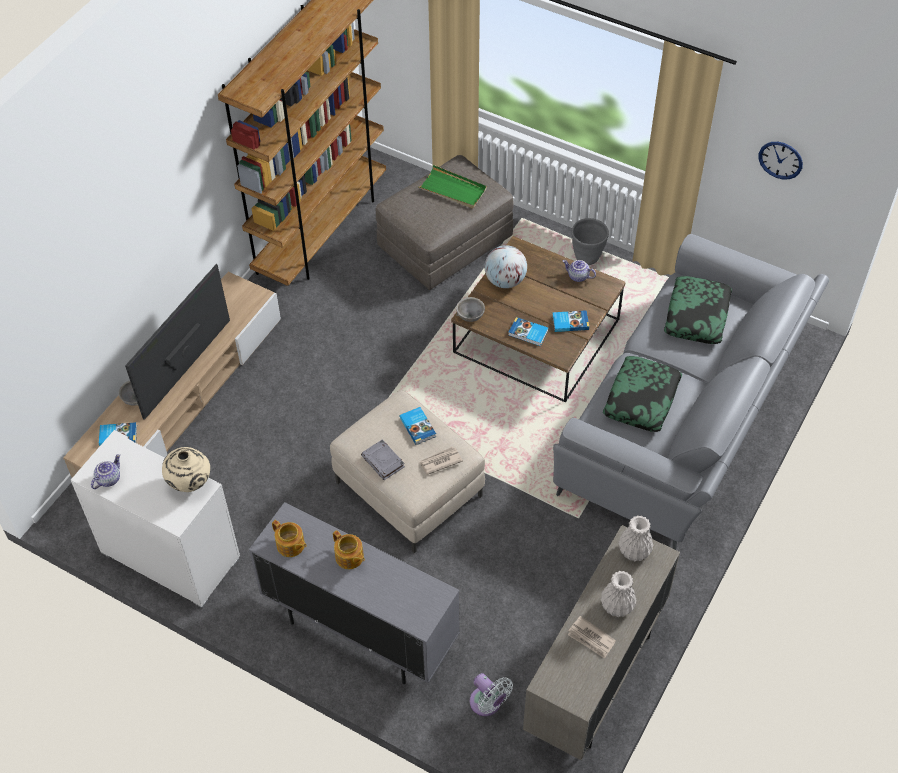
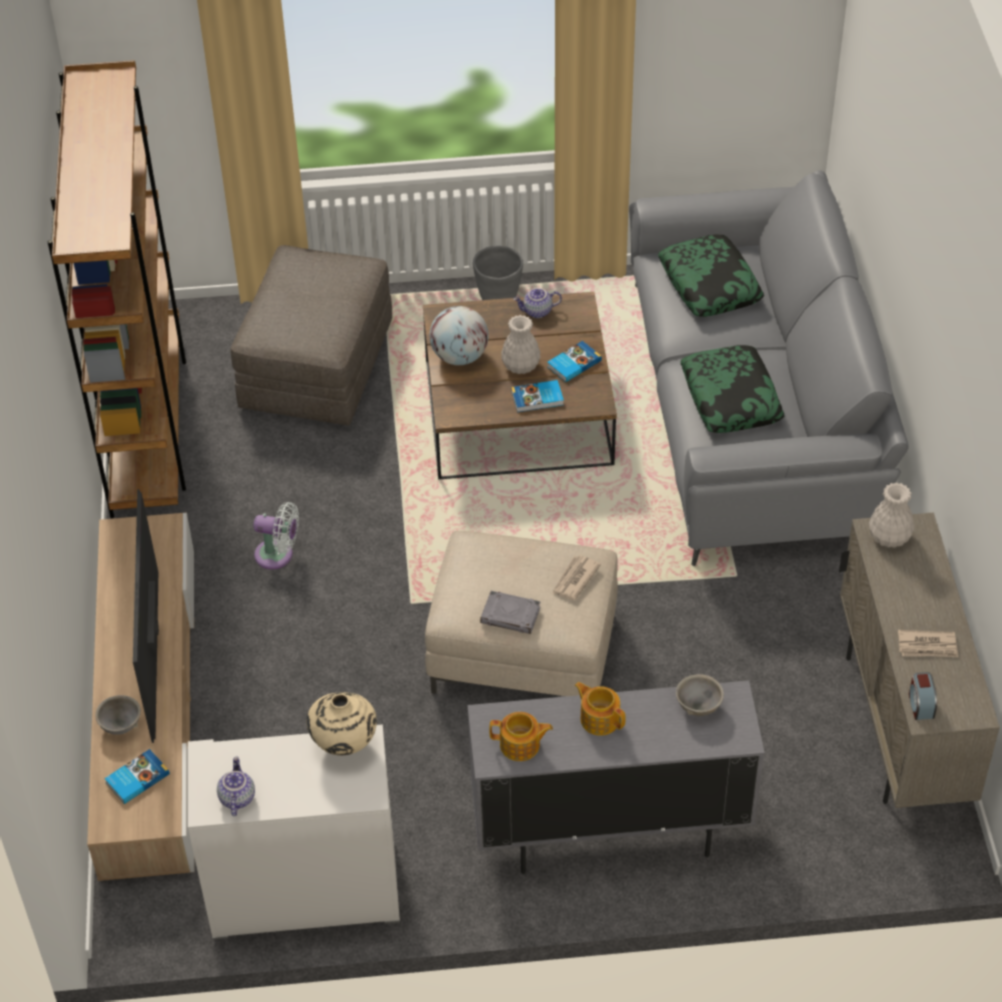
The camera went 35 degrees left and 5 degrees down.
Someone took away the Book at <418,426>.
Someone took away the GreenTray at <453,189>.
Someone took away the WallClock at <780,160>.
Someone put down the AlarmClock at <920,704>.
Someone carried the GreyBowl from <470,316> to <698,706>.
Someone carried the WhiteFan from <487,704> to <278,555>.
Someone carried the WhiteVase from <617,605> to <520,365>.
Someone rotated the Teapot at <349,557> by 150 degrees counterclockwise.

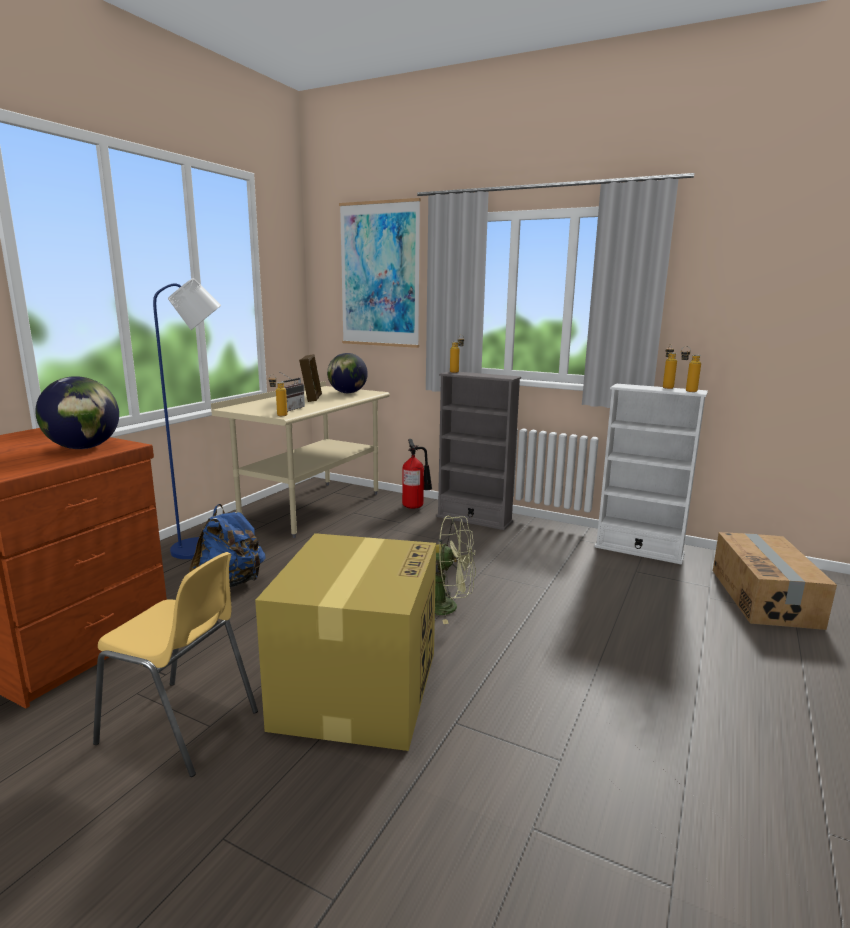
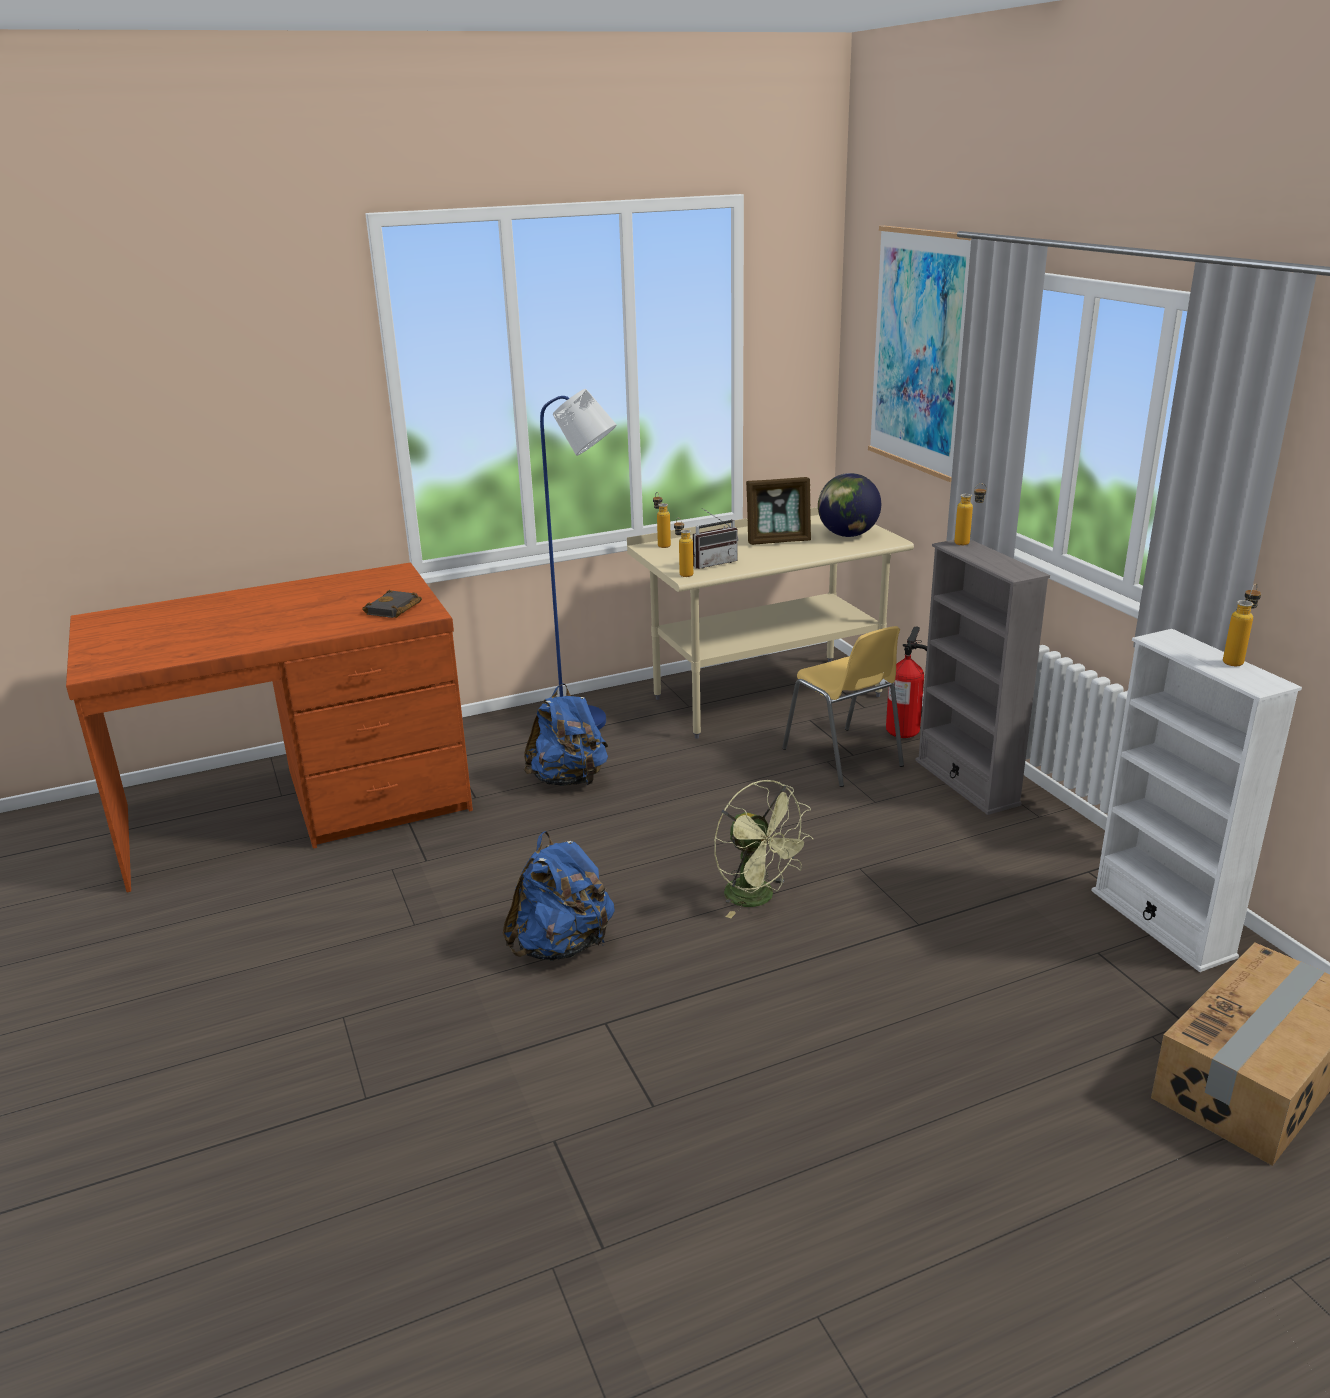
The camera went 40 degrees right and 10 degrees up.
Someone carried the YellowChair from <181,727> to <843,758>.
Someone carried the Bottle from <686,391> to <661,544>.
Someone swapped the Globe at <84,448> for the BlackBook at <394,609>.
Someone swapped the CardboardBox at <357,687> for the BlueBackpack at <561,946>.
Someone rotated the PictureFrame at <312,398> by 45 degrees clockwise.

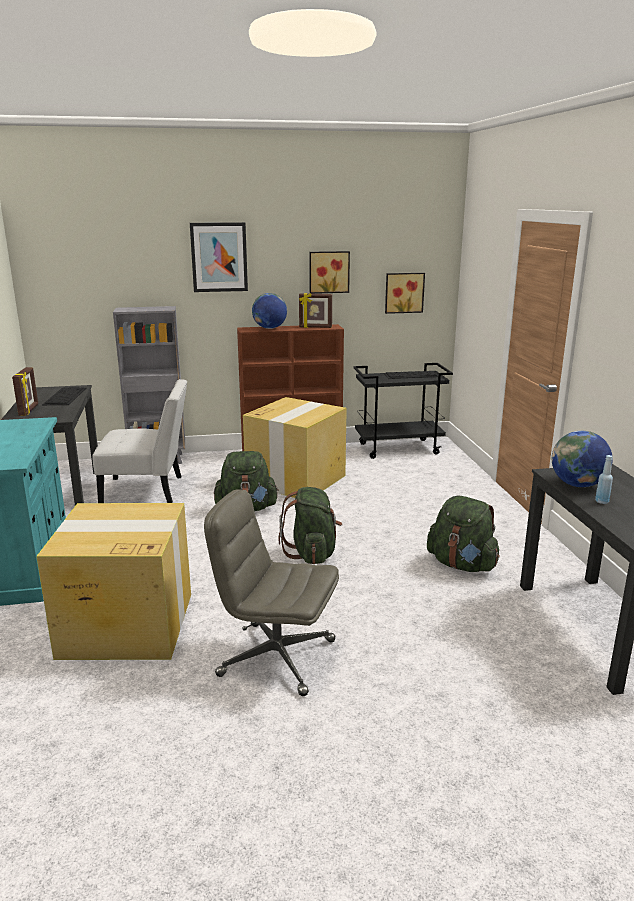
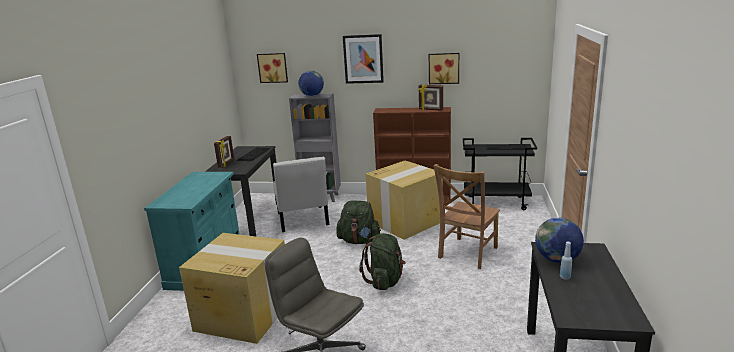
The camera went 20 degrees right and 0 degrees up.
Someone took away the GreenBackpack at <462,564>.
Someone put down the BrownChair at <467,254>.
Someone carried the Globe from <269,328> to <312,95>.
Someone carried the Picture from <404,292> to <273,67>.
Someone rotated the WhiteChair at <148,491> by 60 degrees clockwise.

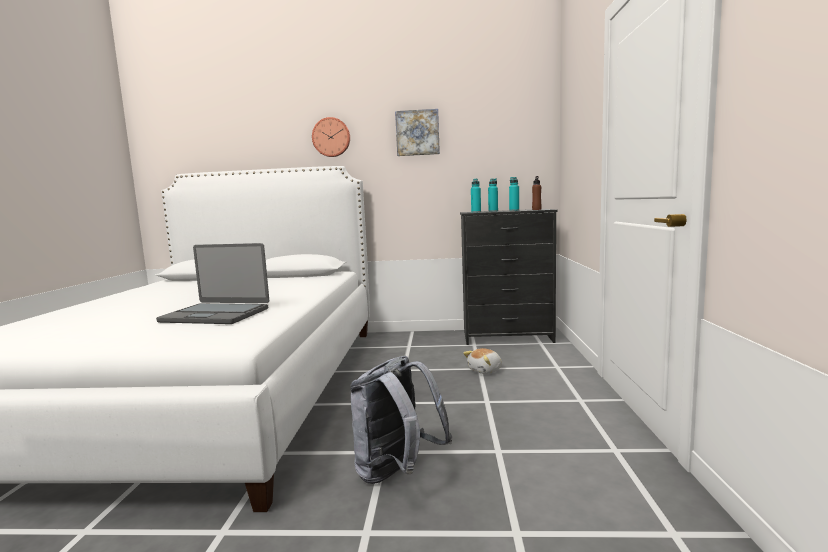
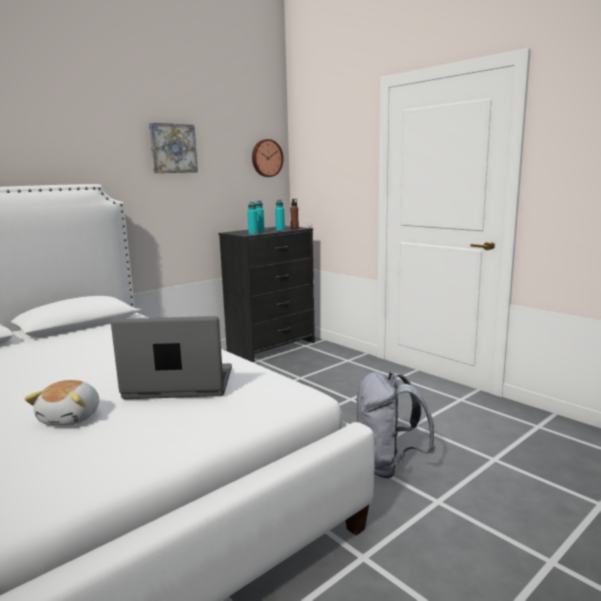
The camera went 45 degrees left and 5 degrees up.
Someone carried the WallClock from <331,137> to <266,158>.
Someone carried the PlushToy from <485,370> to <72,418>.
Someone rotated the Laptop at <216,315> by 150 degrees counterclockwise.

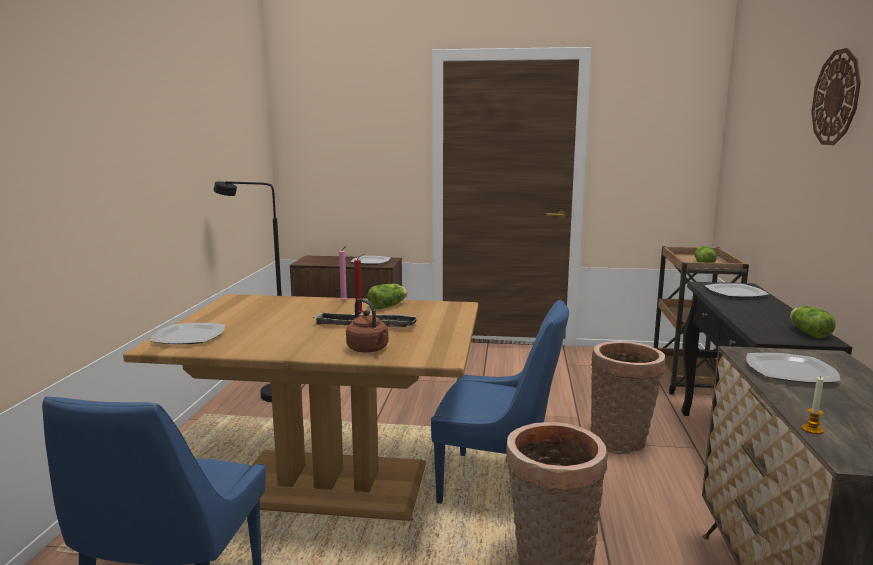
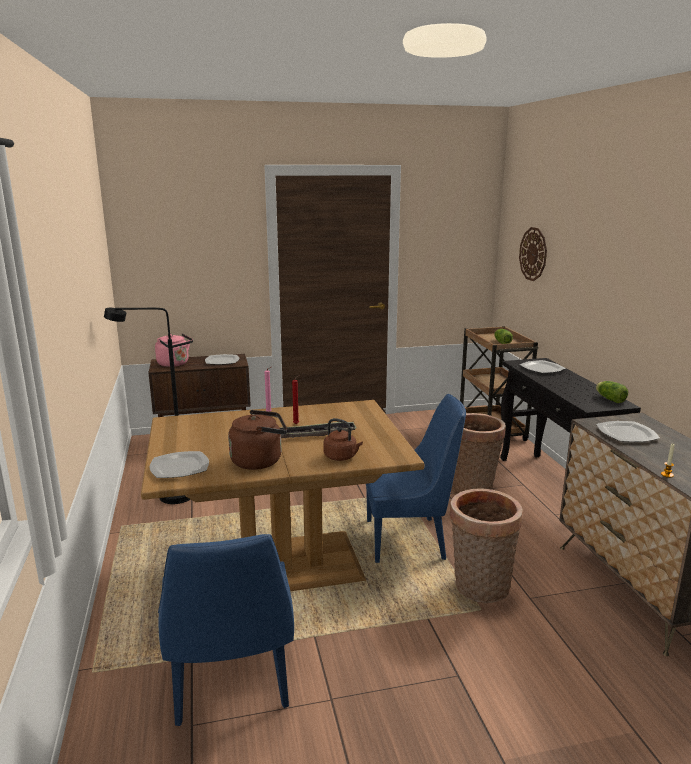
The camera went 20 degrees left and 5 degrees up.
Someone took away the Lettuce at <389,306>.
Someone put down the PinkKettle at <175,364>.
Someone put down the BrownKettle at <260,461>.
Someone carried the WallClock from <836,97> to <533,254>.

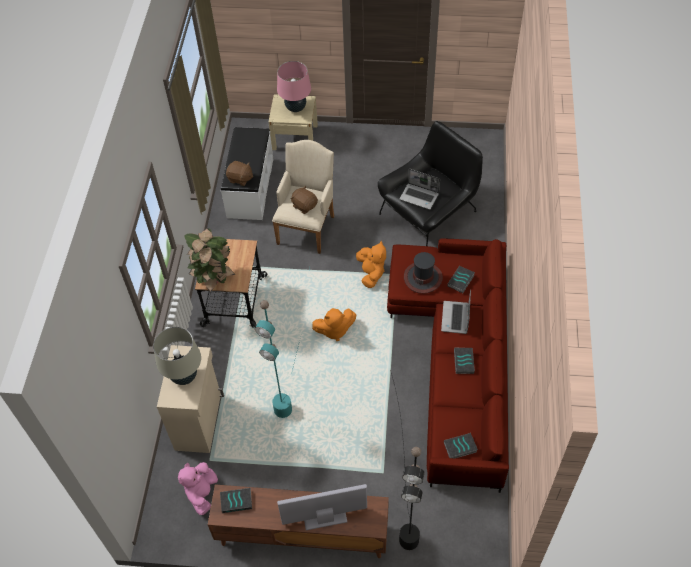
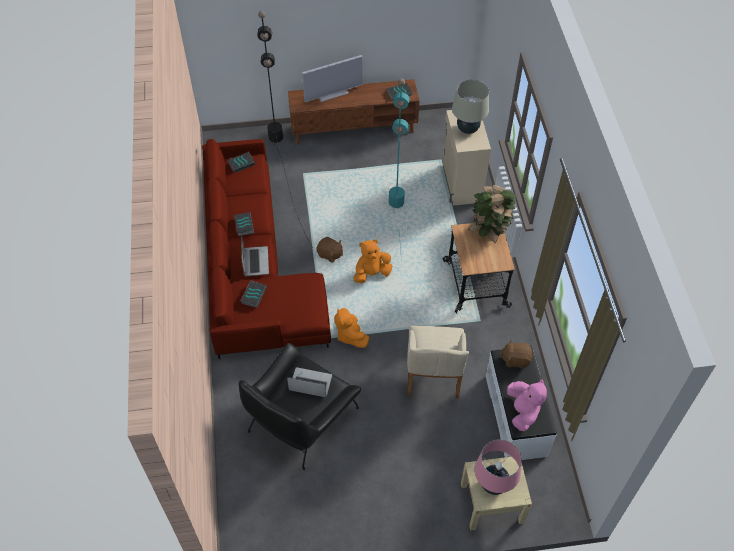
The camera went 165 degrees right and 0 degrees up.
Someone took away the Hat at <423,277>.
Someone carried the PinkPlushToy from <202,493> to <523,411>.
Someone carried the BrownPlushToy from <304,205> to <330,254>.

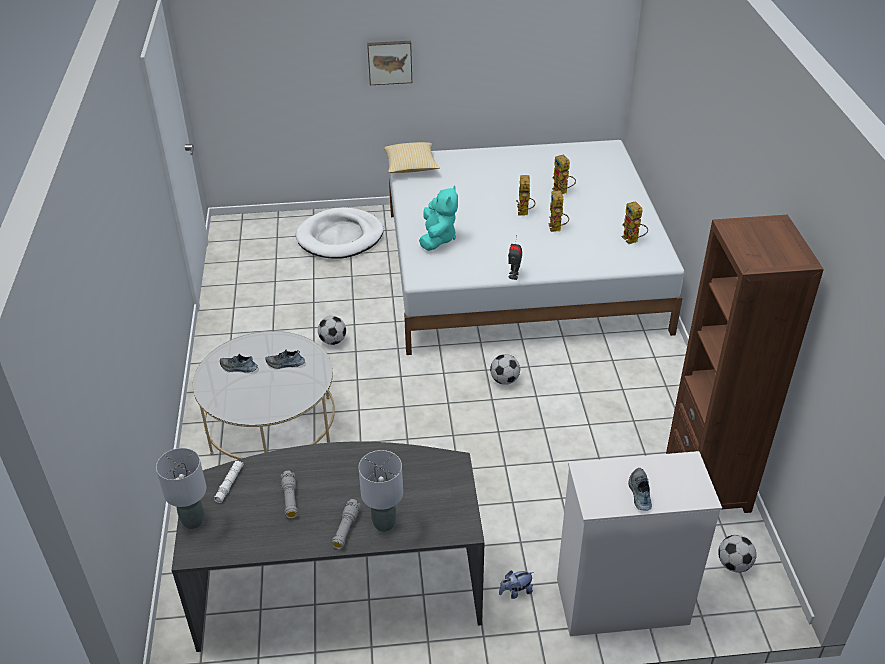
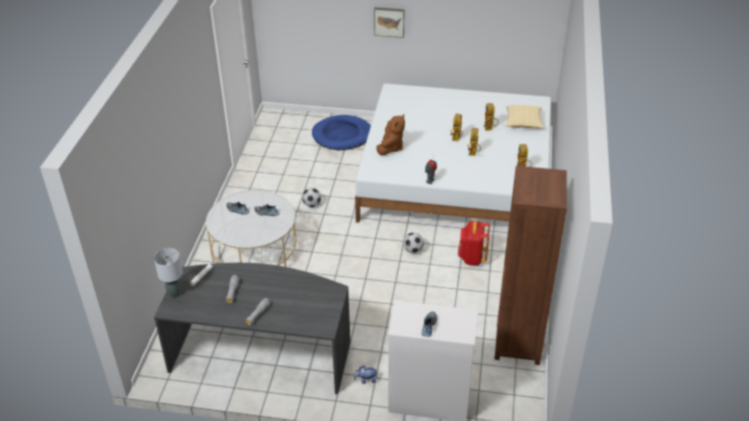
The camera went 15 degrees right and 0 degrees up.
Someone took away the GreyTableLamp at <384,524>.
Someone took away the Football at <733,564>.
Someone put down the RedBackpack at <472,258>.
Someone carried the Pillow from <411,167> to <523,123>.
Someone repainted the WhiteDogBed at <340,237>, which became the BlueDogBed at <342,135>.
Someone repainted the TurquoisePlushToy at <437,238>, which became the BrownPlushToy at <391,148>.

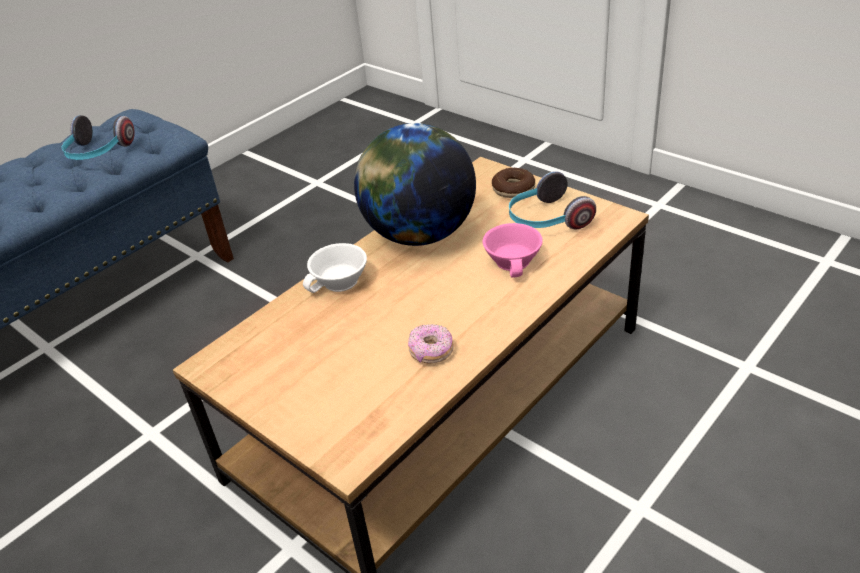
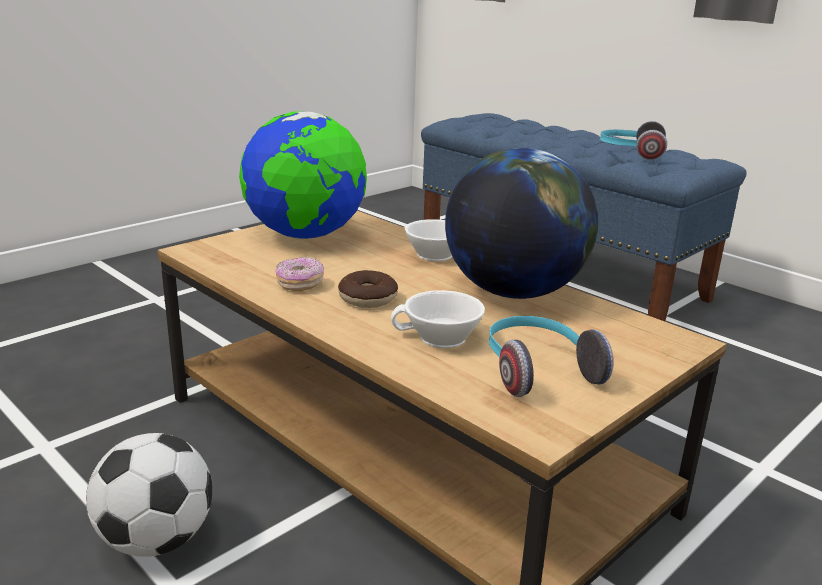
The camera went 90 degrees right and 15 degrees down.
Someone put down the Football at <157,540>.
Someone put down the Globe at <305,236>.
Someone carried the Donut from <513,189> to <368,298>.
Someone repainted the PinkCup at <515,261>, which became the WhiteCup at <440,338>.

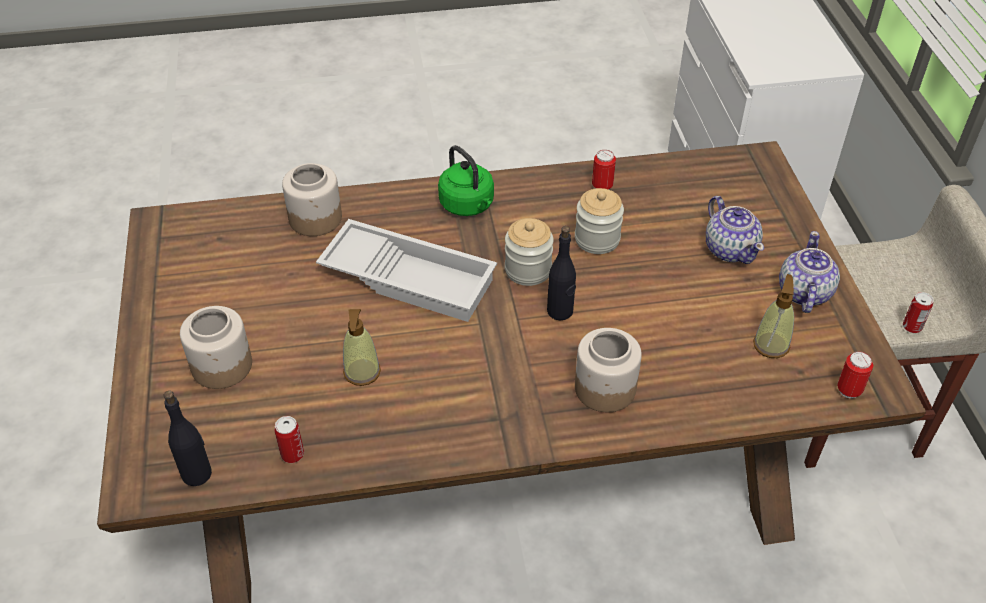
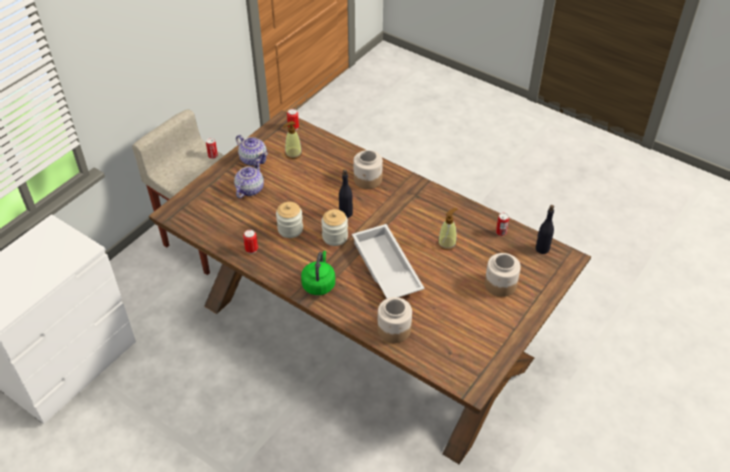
The camera went 135 degrees left and 0 degrees up.
Someone rotated the Teapot at <803,293> by 105 degrees counterclockwise.

